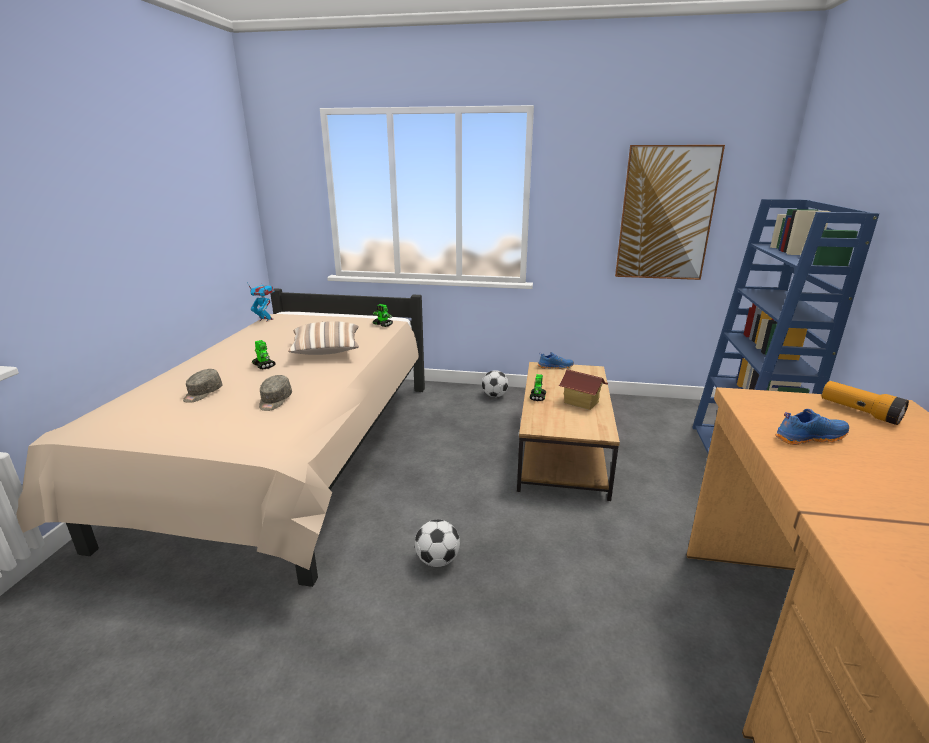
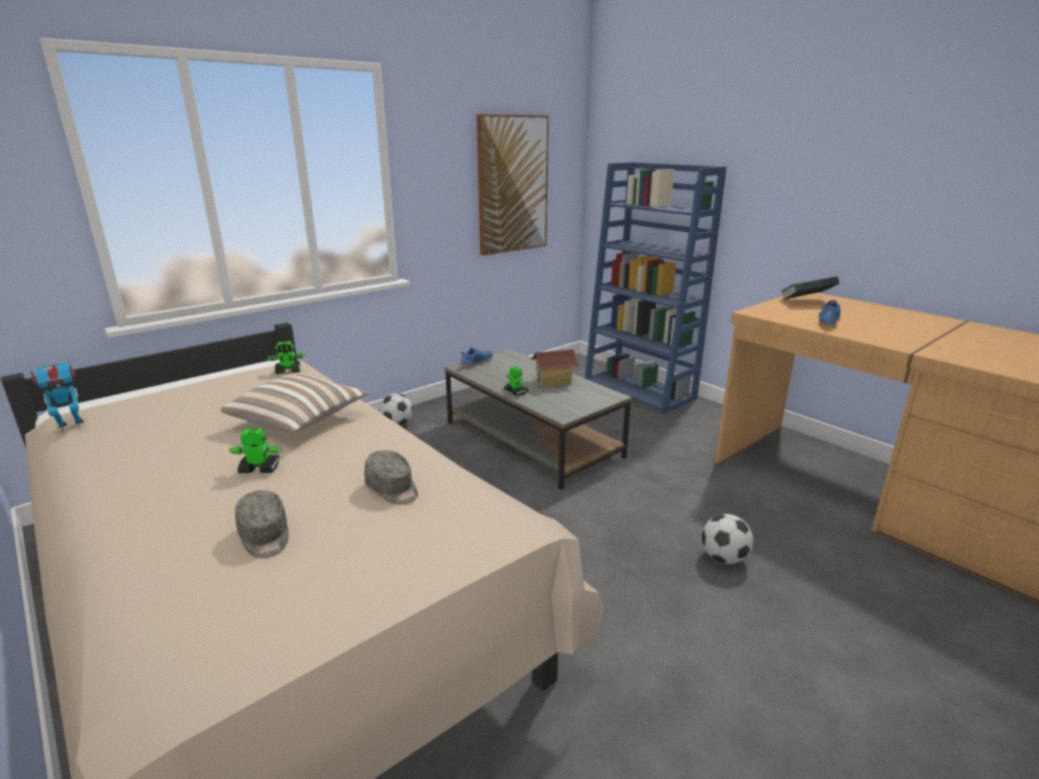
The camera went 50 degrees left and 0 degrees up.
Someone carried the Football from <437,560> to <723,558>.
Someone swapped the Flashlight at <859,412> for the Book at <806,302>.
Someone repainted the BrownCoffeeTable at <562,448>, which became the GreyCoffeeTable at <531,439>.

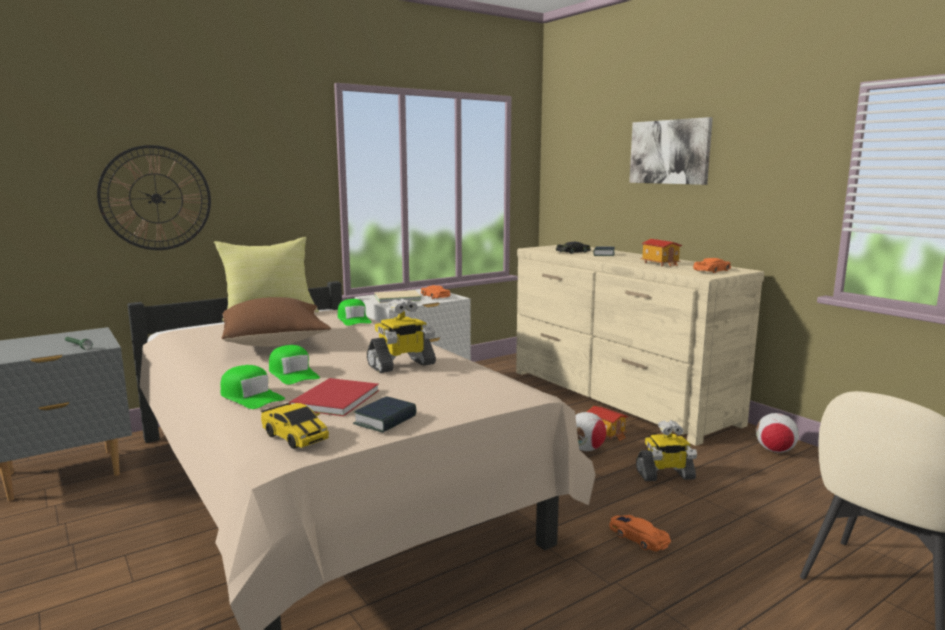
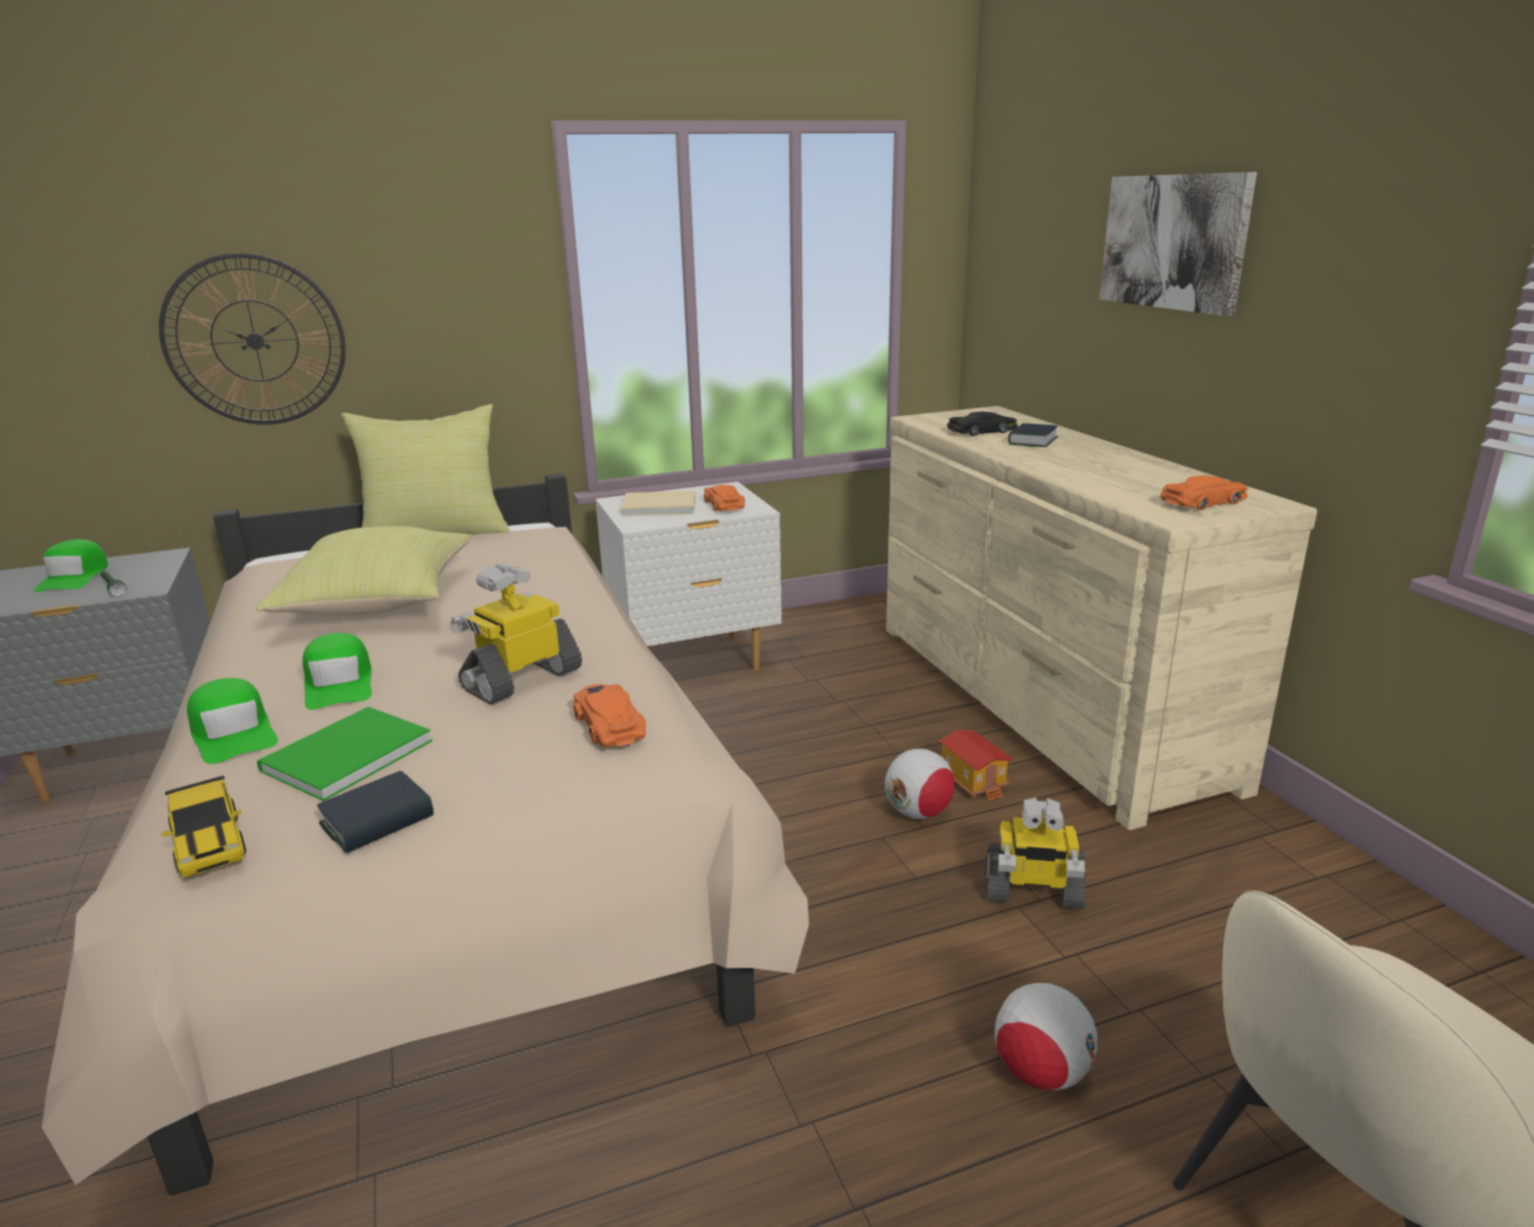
The camera went 15 degrees right and 10 degrees up.
Someone took away the ToyHouse at <660,264>.
Someone carried the GreenCap from <354,320> to <74,577>.
Someone carried the OrangeToyCar from <638,537> to <609,723>.
Someone carried the Football from <775,450> to <1041,1072>.
Someone repainted the BrownPillow at <275,343>, which became the YellowPillow at <380,605>.
Someone repainted the RedBook at <332,400>, which became the GreenBook at <341,756>.
Someone rotated the ToyRobot at <401,365> by 150 degrees clockwise.

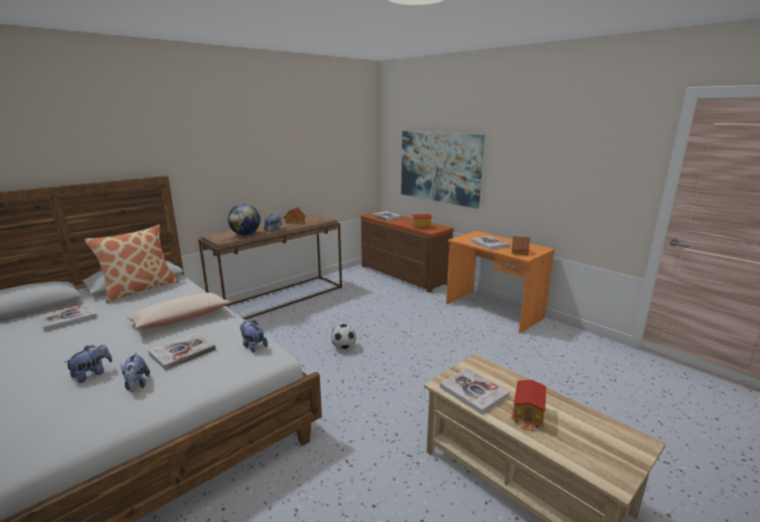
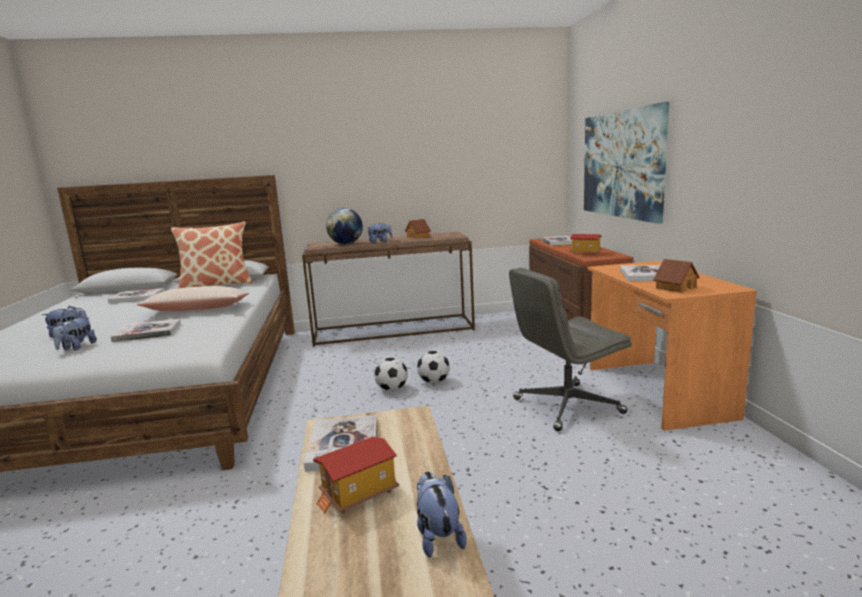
The camera went 35 degrees right and 5 degrees down.
Someone put down the Football at <434,382>.
Someone put down the GreyOfficeChair at <566,406>.
Someone carried the PlushToy from <253,346> to <438,536>.

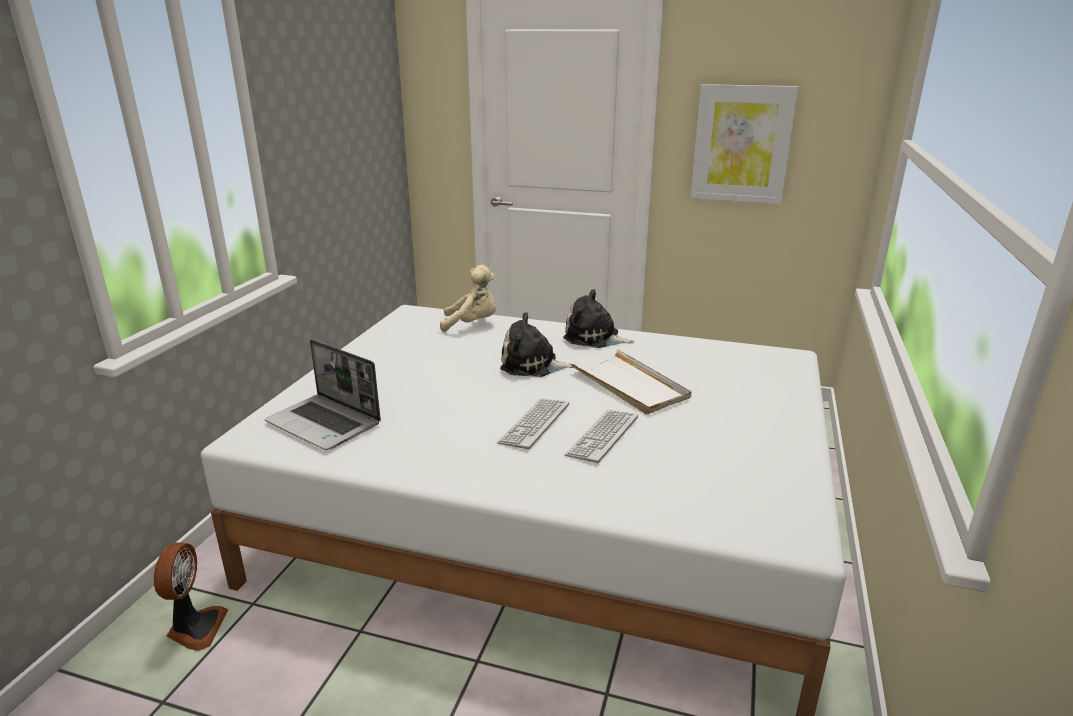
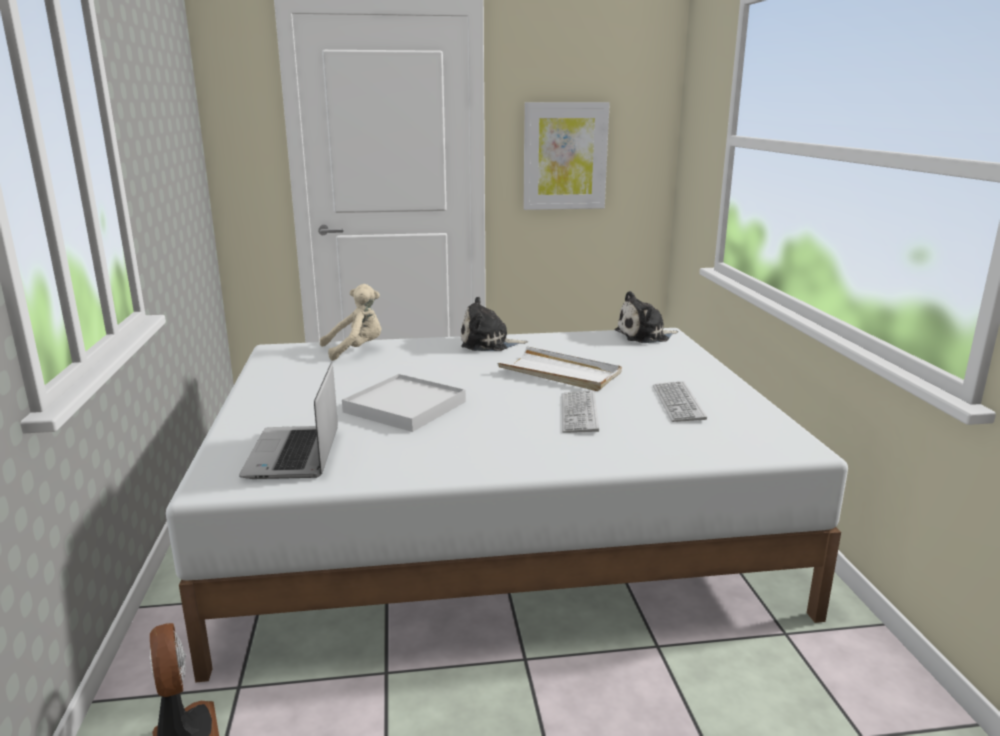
The camera went 25 degrees left and 5 degrees down.
Someone put down the WhiteTray at <404,407>.
Someone carried the Keyboard from <534,424> to <678,403>.
Someone carried the PlushToy from <532,365> to <645,336>.
Someone rotated the Laptop at <325,423> by 75 degrees clockwise.

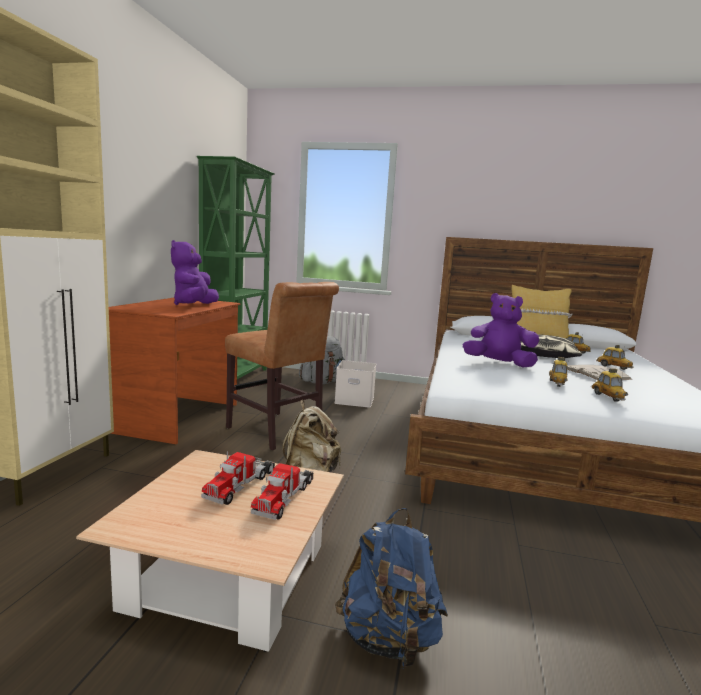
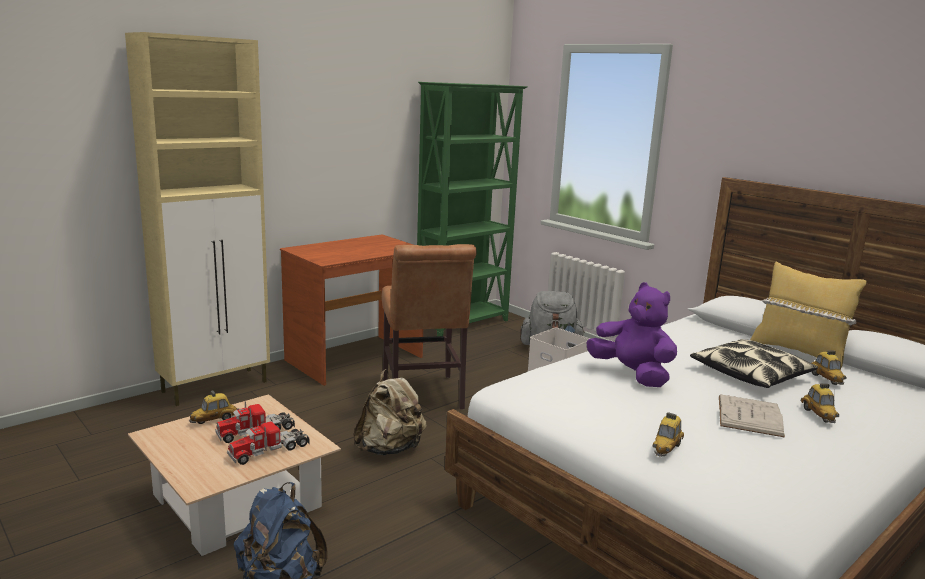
The camera went 35 degrees right and 5 degrees up.
Someone took away the PurplePlushToy at <194,306>.
Someone carried the ToyCar from <557,383> to <214,420>.

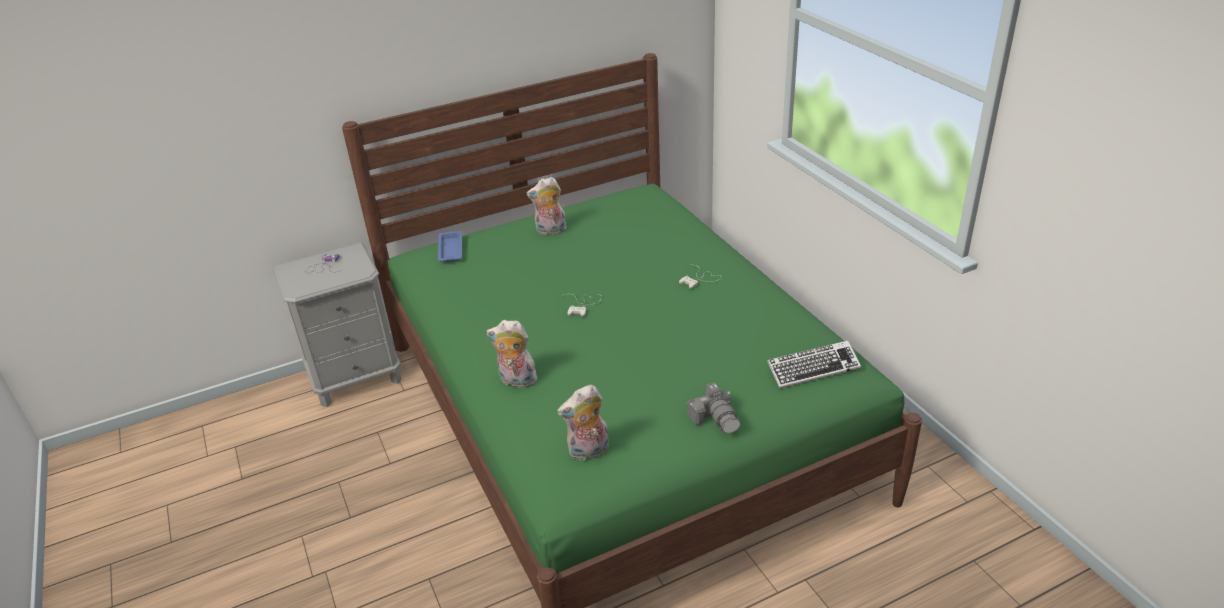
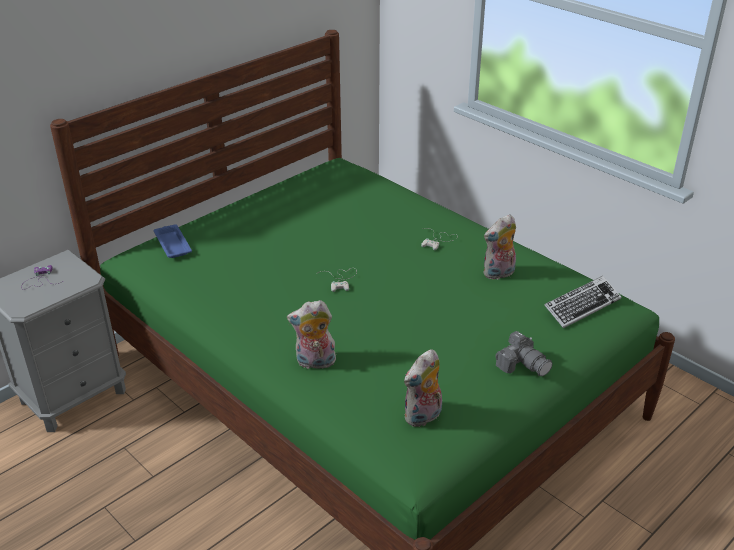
The camera went 20 degrees left and 0 degrees up.
Someone carried the PlushToy from <550,231> to <499,274>.

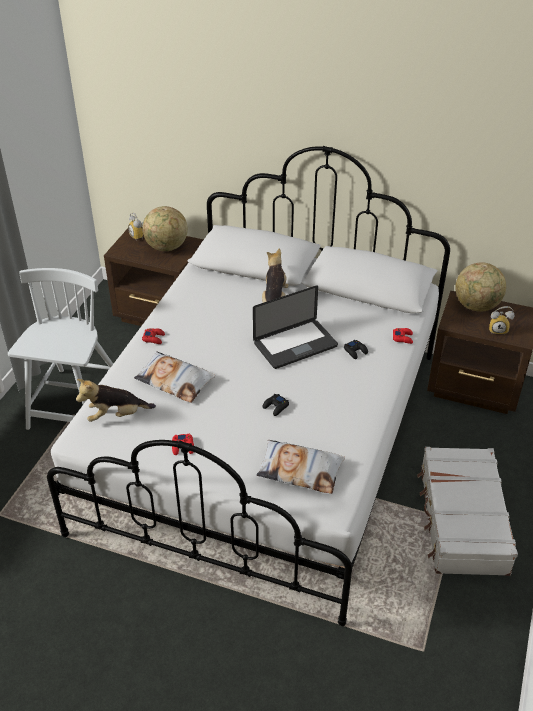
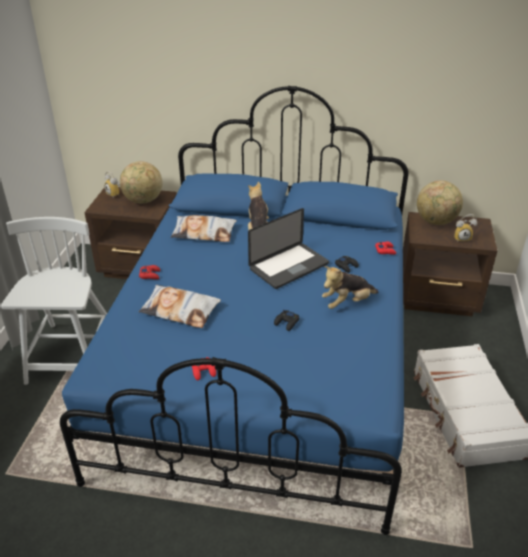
The camera went 10 degrees left and 5 degrees down.
Someone carried the PlushToy from <116,415> to <347,303>.
Someone carried the Pillow from <300,470> to <204,233>.
Someone repainted the WhiteBed at <267,438>, which became the BlueBed at <264,363>.

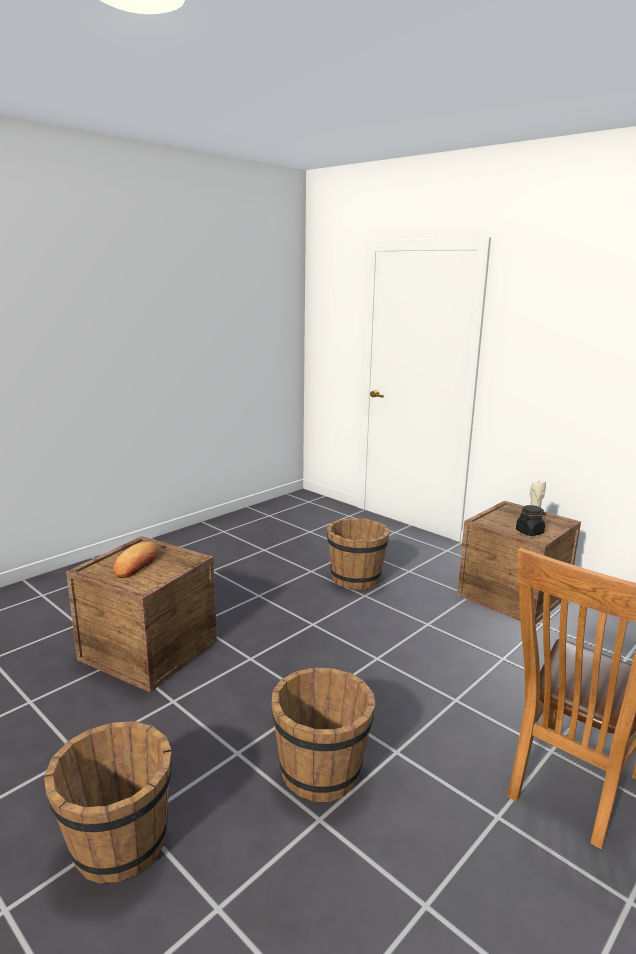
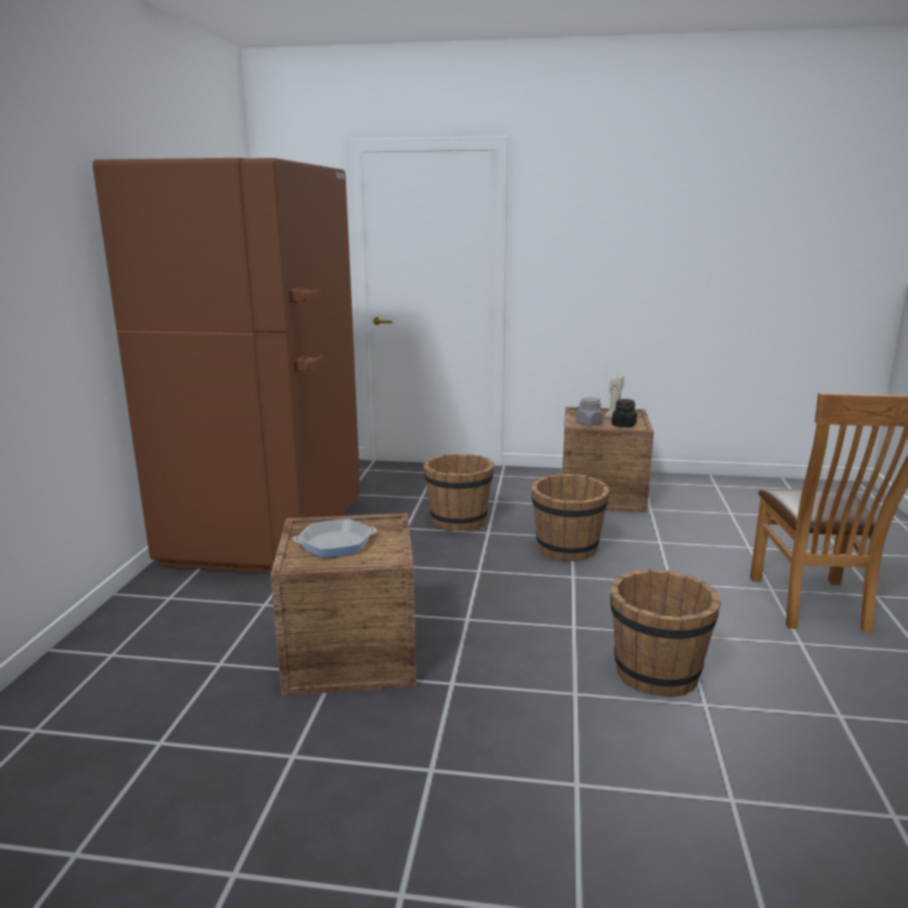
The camera went 35 degrees left and 0 degrees up.
Someone put down the BrownFridge at <268,532>.
Someone put down the GreyJar at <588,423>.
Someone carried the BrownBucket from <118,844> to <567,549>.
Someone swapped the Bread at <137,564> for the FryingPan at <335,544>.

